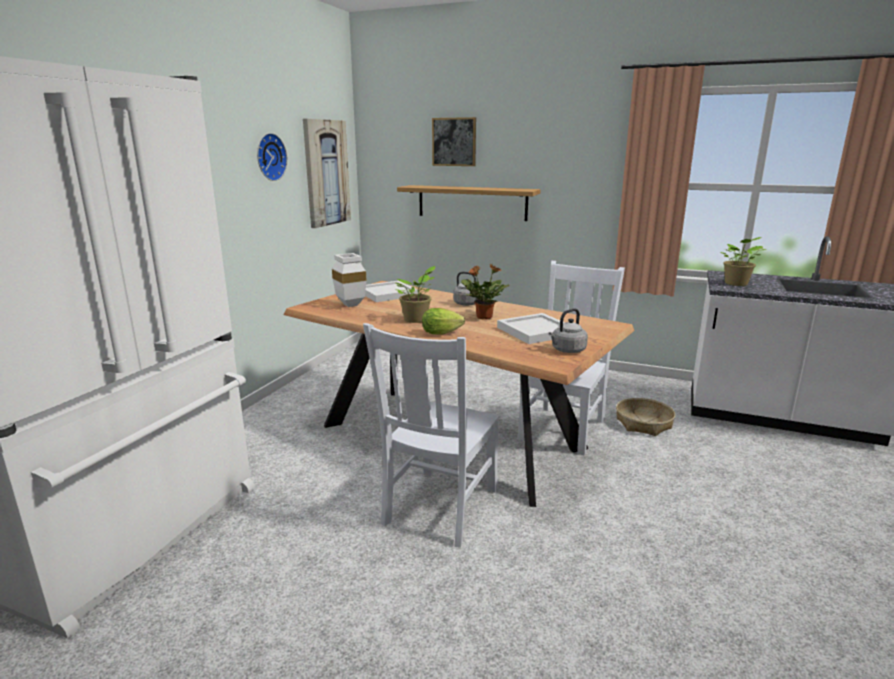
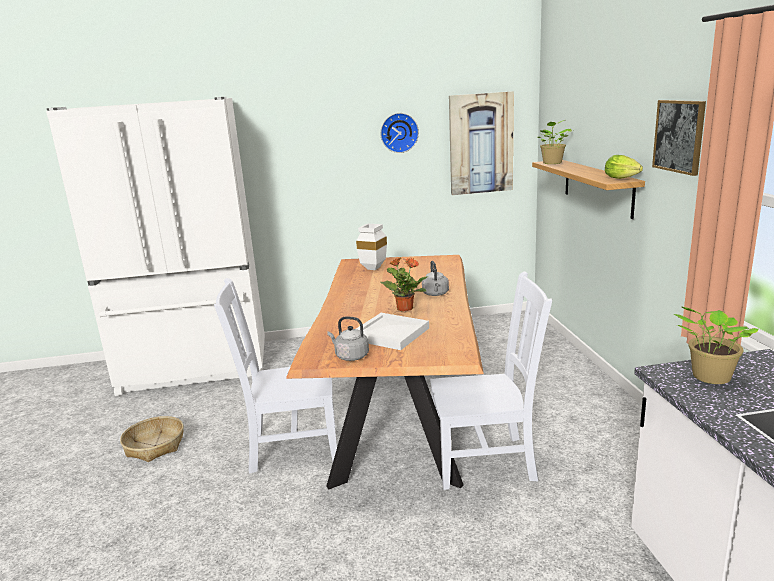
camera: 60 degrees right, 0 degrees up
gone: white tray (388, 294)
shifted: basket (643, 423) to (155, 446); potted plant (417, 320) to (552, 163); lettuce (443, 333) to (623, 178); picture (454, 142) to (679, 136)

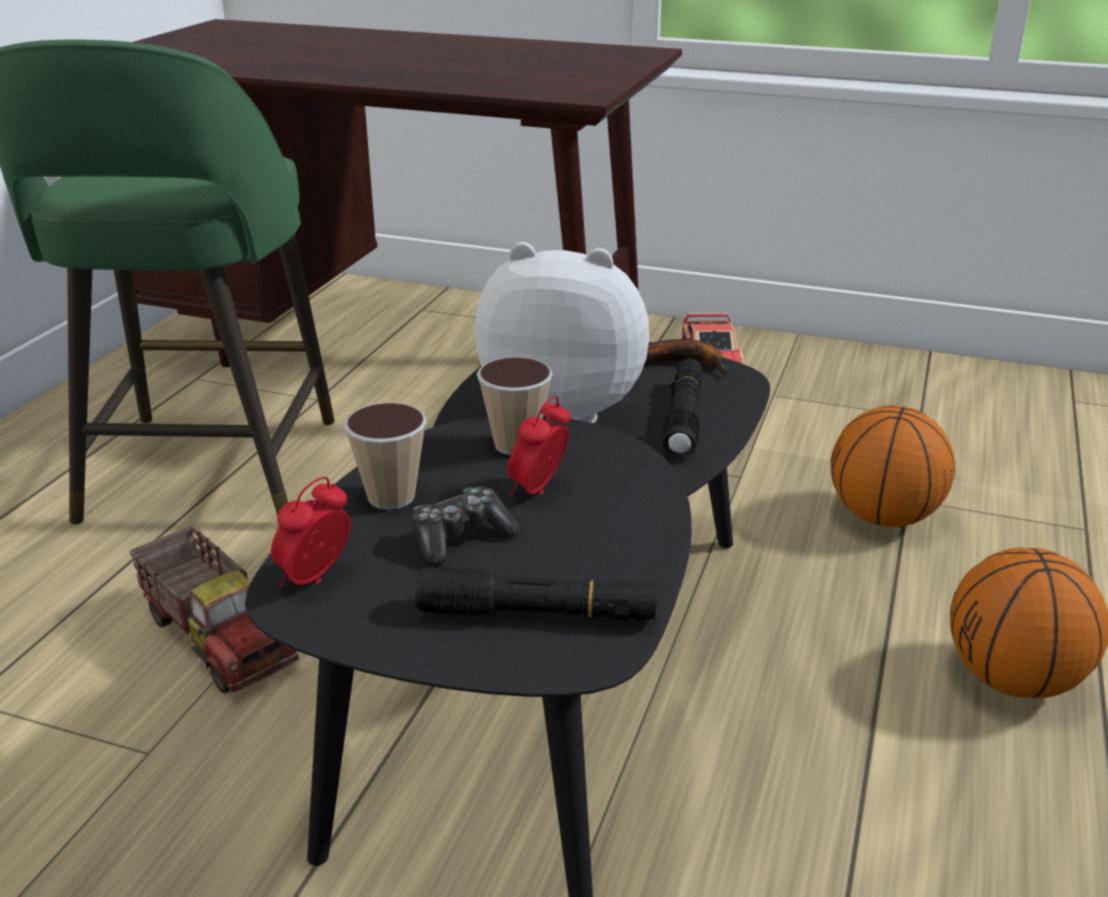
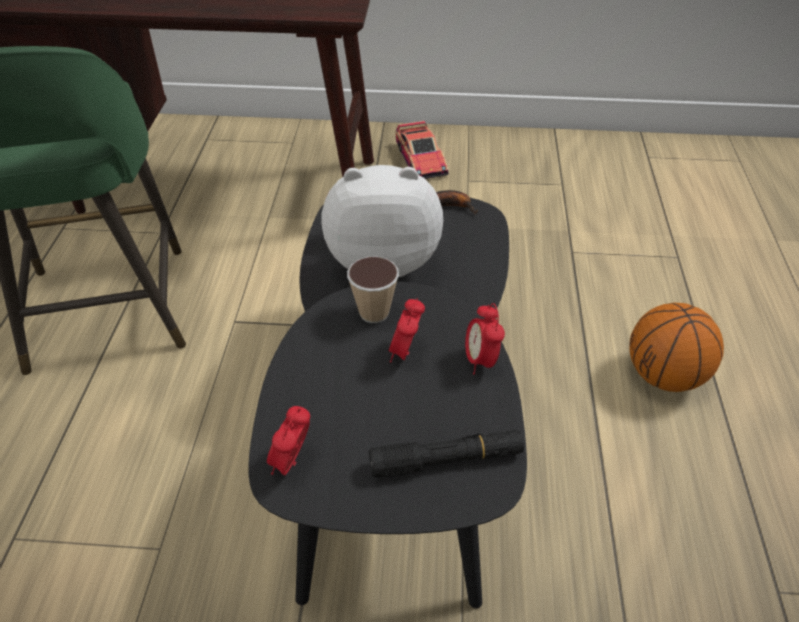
camera: 15 degrees left, 15 degrees up
gone: toy truck (220, 638); cup (391, 497); game controller (460, 538); black flashlight (683, 419); basketball (883, 517)
new: alarm clock (481, 360)

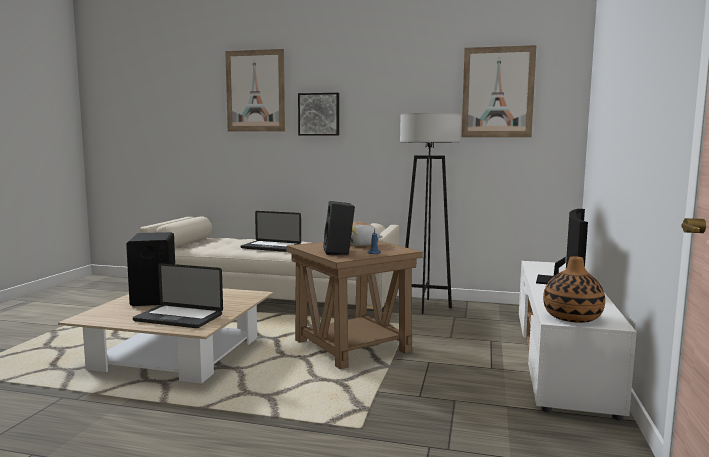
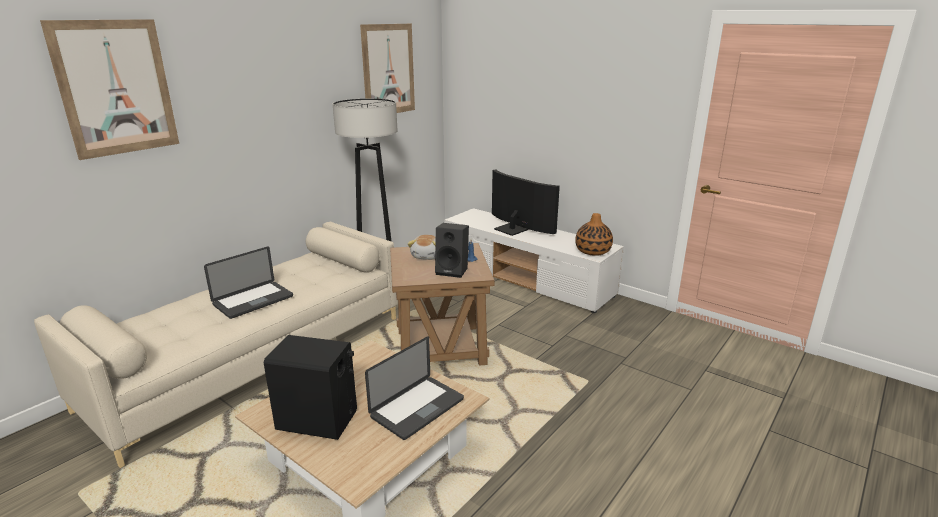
camera: 65 degrees left, 15 degrees up
gone: picture (319, 114)

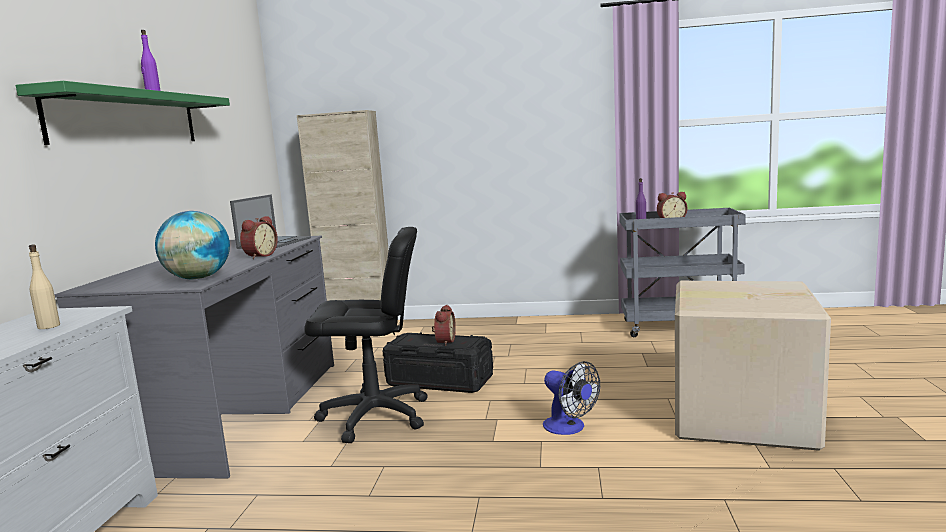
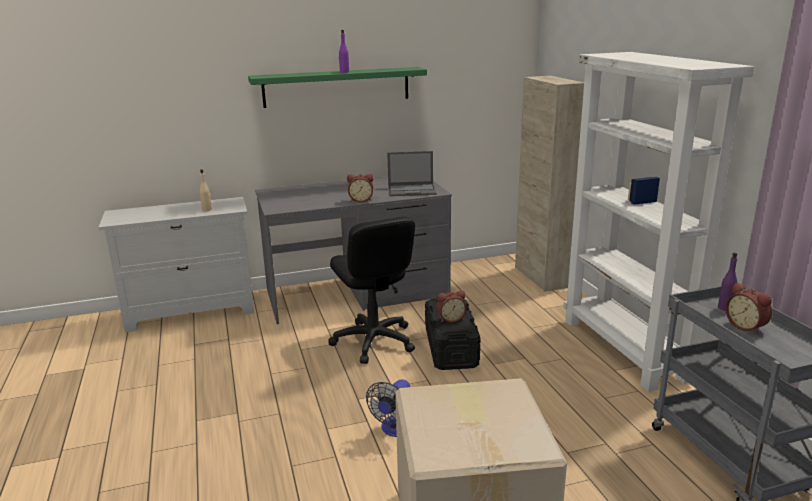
camera: 65 degrees right, 10 degrees up
gone: globe (198, 278)
new: white bookcase (625, 349)

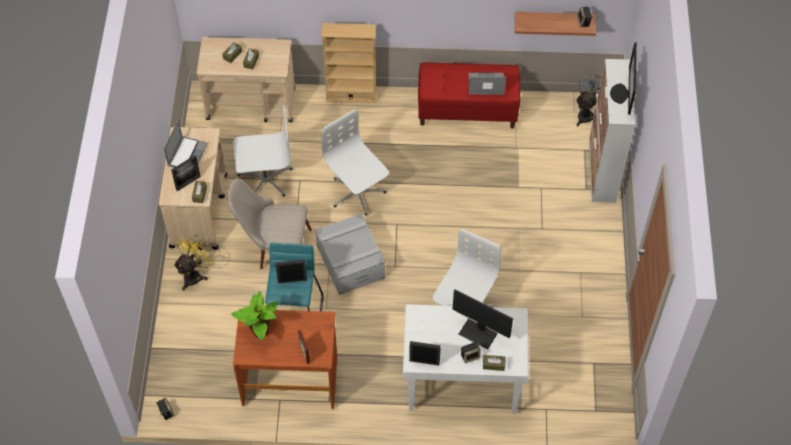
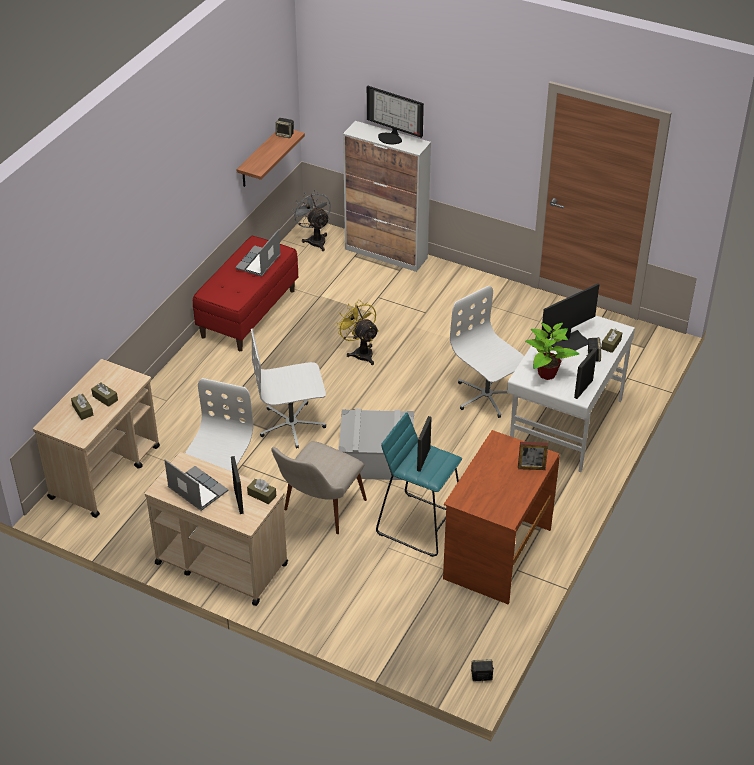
camera: 65 degrees left, 15 degrees down
gone: beige bookcase (351, 95)
shifted: yellow fan (195, 274) to (360, 352); potted plant (260, 330) to (546, 373)

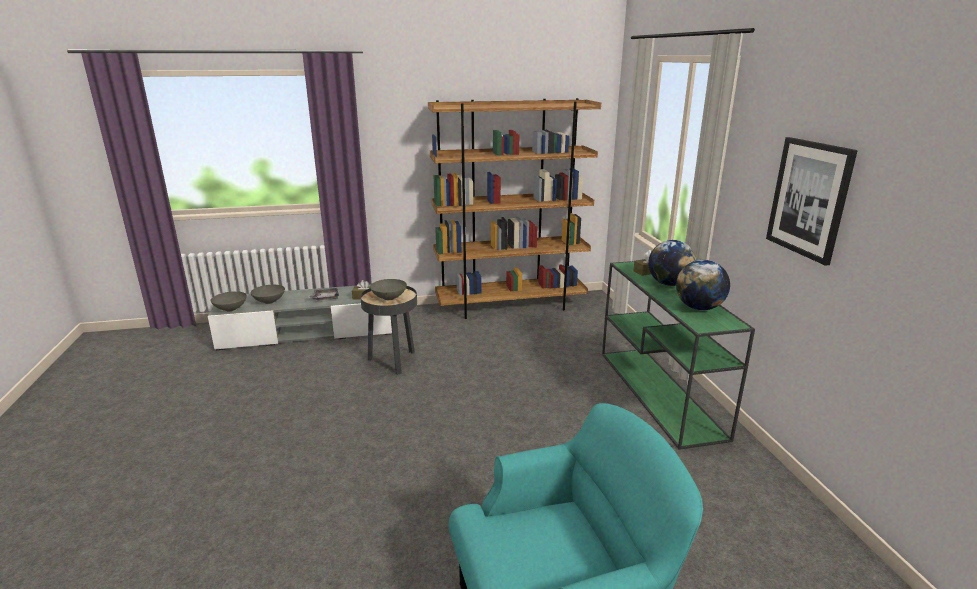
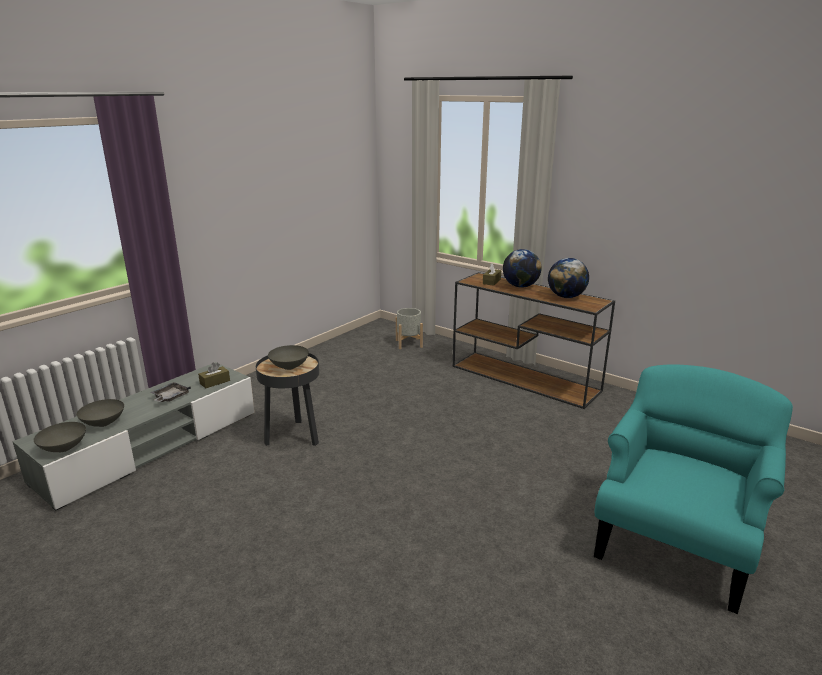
camera: 40 degrees left, 0 degrees up
gone: brown bookcase (511, 306); picture (809, 199)
new: grey planter (408, 343)
repainted: green console table (660, 393) to brown console table (525, 378)

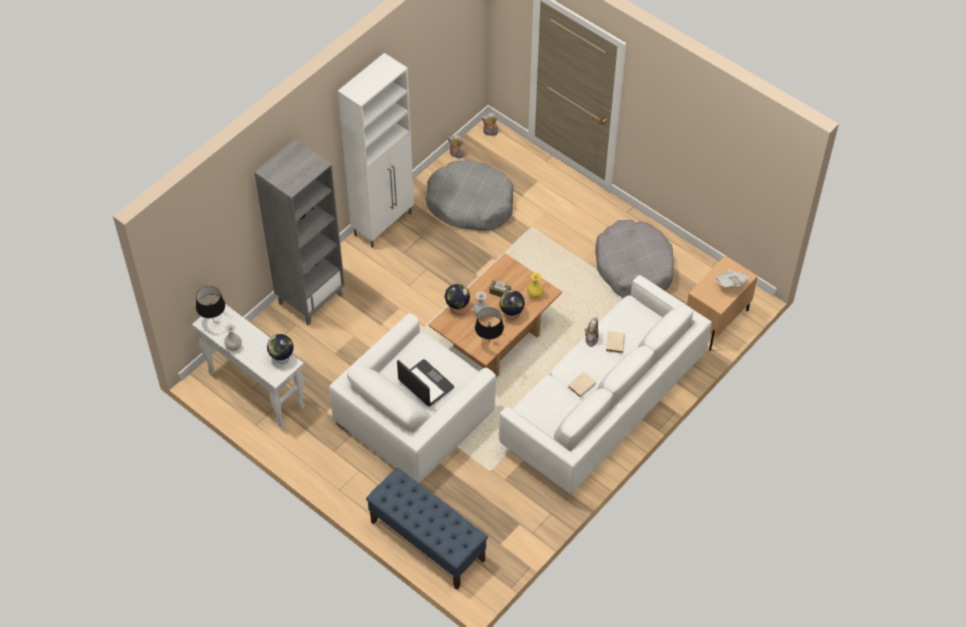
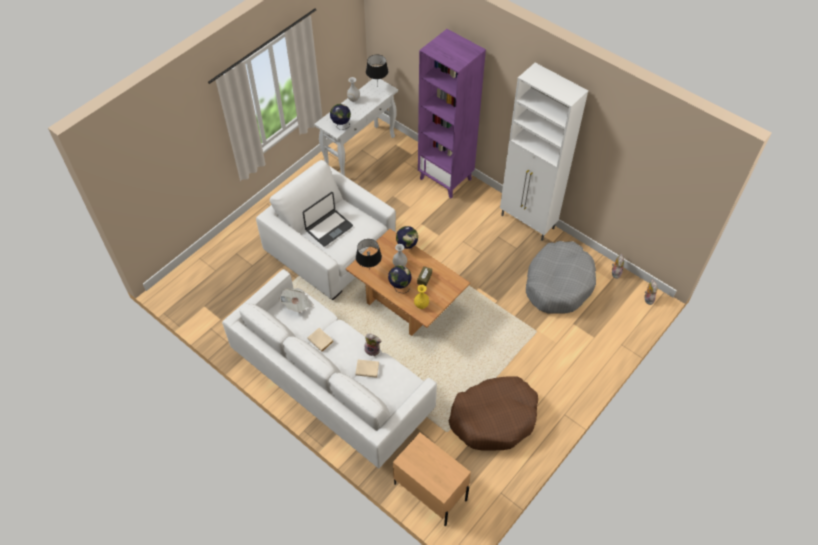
camera: 90 degrees right, 0 degrees up
gone: blue bench (427, 541)
shifted: newspaper (730, 283) to (297, 305)
repainted: grey bookcase (310, 298) to purple bookcase (446, 179); grey dog bed (634, 268) to brown dog bed (494, 418)

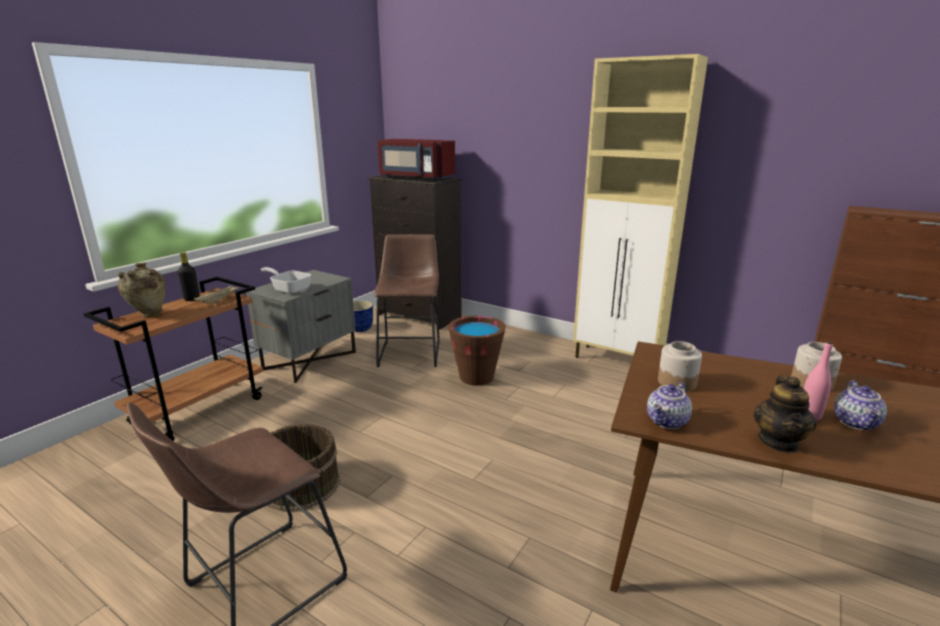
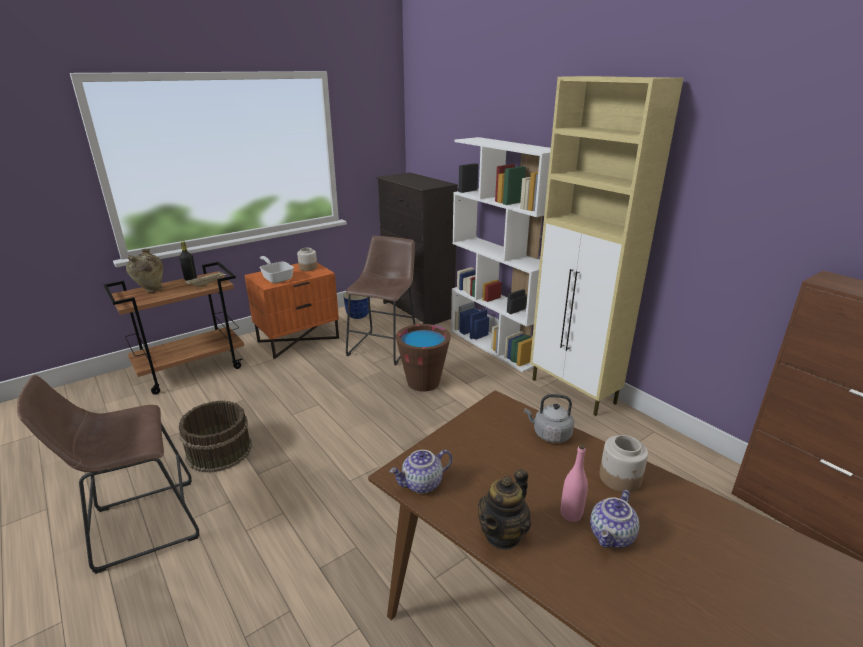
camera: 20 degrees right, 5 degrees up
gone: red microwave (415, 178)
new: white bookcase (495, 346); grey kettle (549, 434)
shifted: jar (677, 382) to (308, 268)
repainted: grey nightstand (309, 360) to orange nightstand (298, 339)

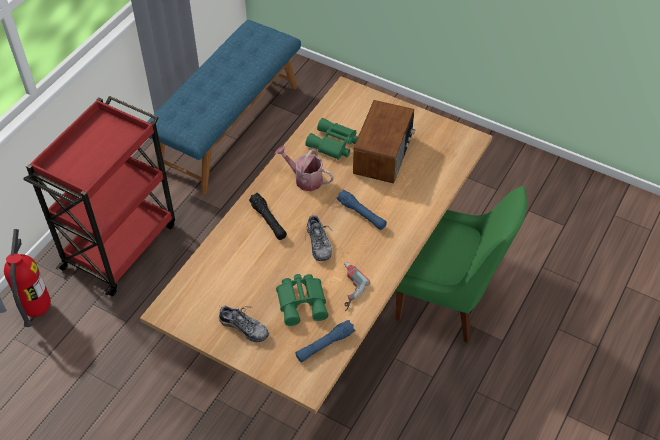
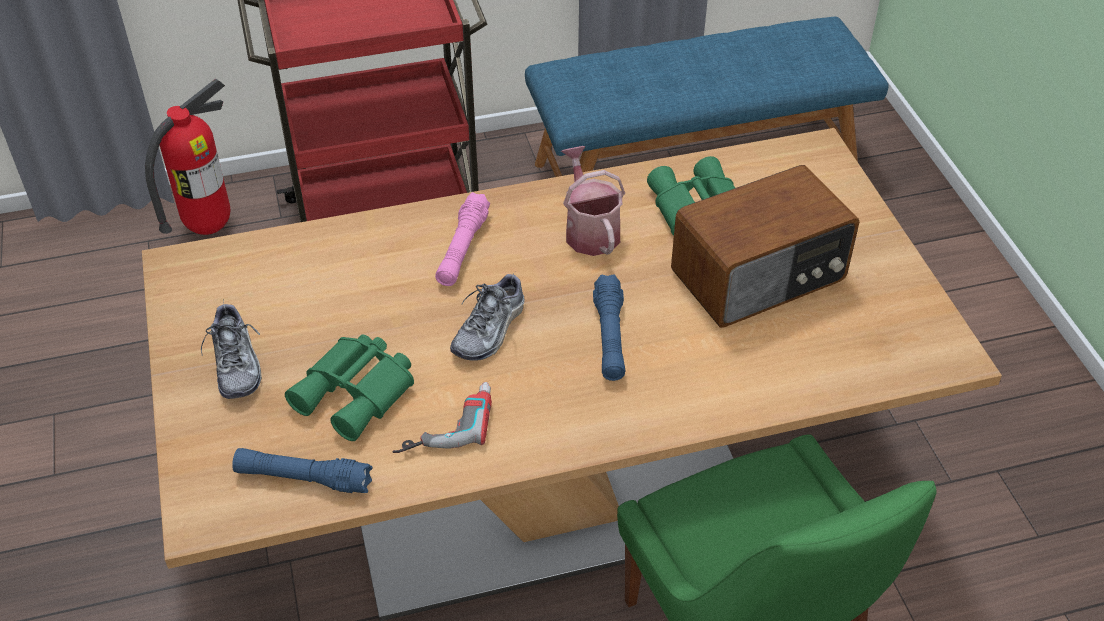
camera: 45 degrees right, 5 degrees down
repainted: black flashlight (268, 220) to pink flashlight (462, 249)

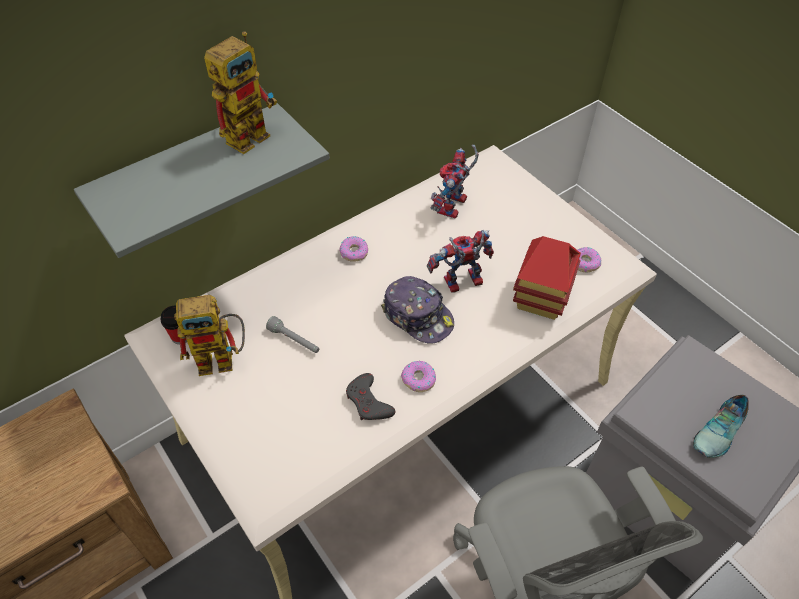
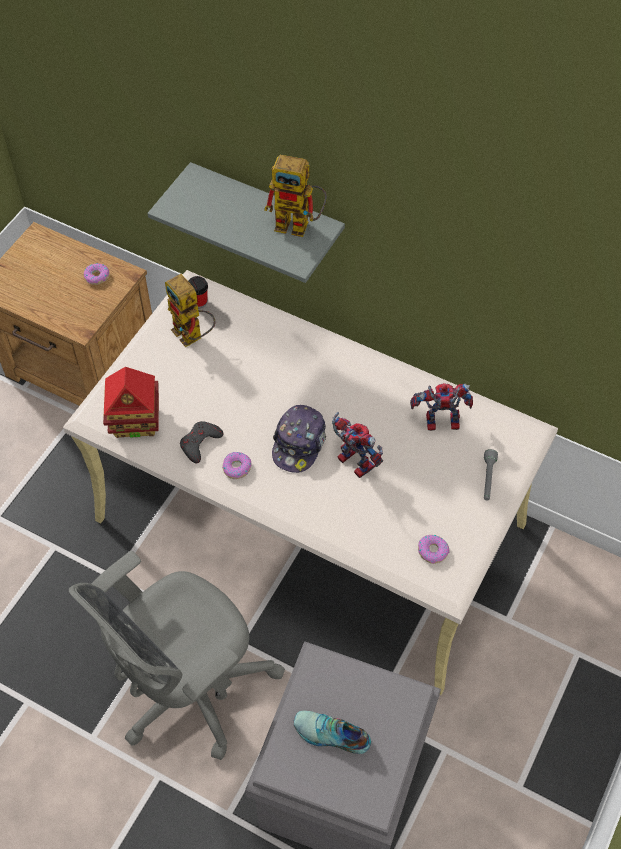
camera: 65 degrees right, 5 degrees up
shifted: donut (354, 252) to (97, 276); toy house (541, 298) to (135, 422); grey flashlight (294, 340) to (488, 479)

